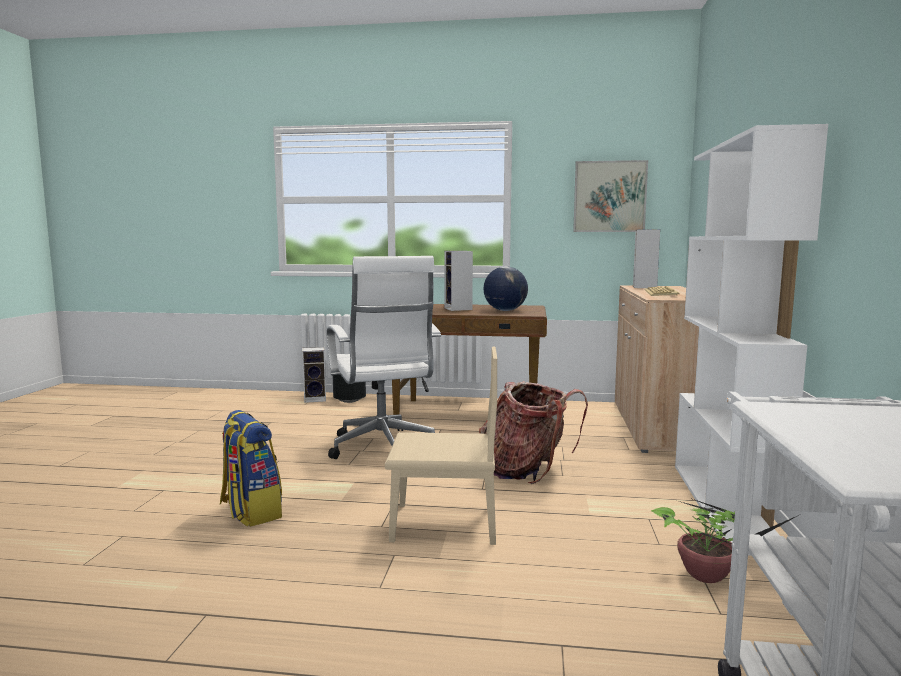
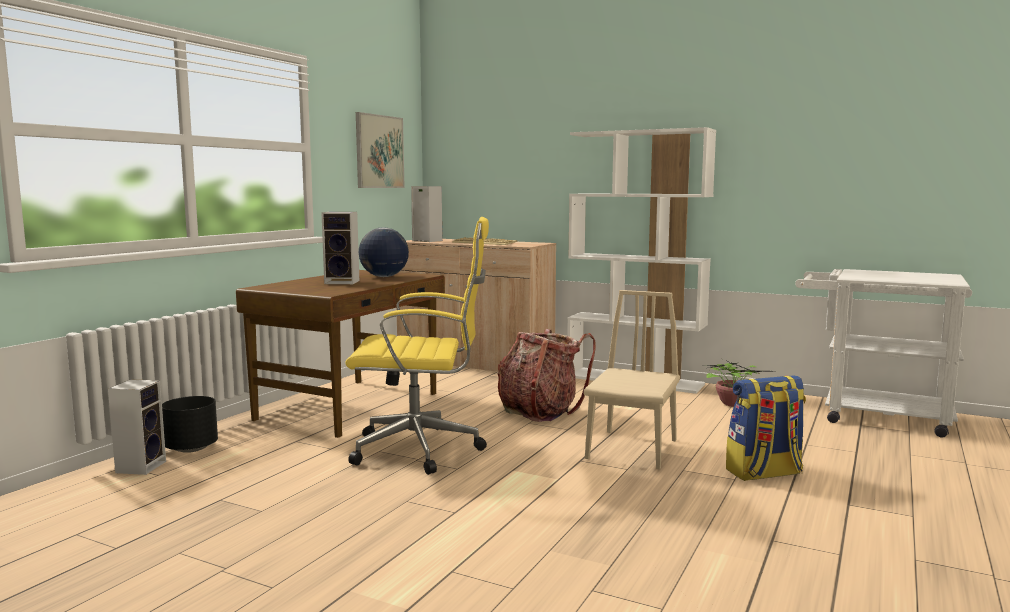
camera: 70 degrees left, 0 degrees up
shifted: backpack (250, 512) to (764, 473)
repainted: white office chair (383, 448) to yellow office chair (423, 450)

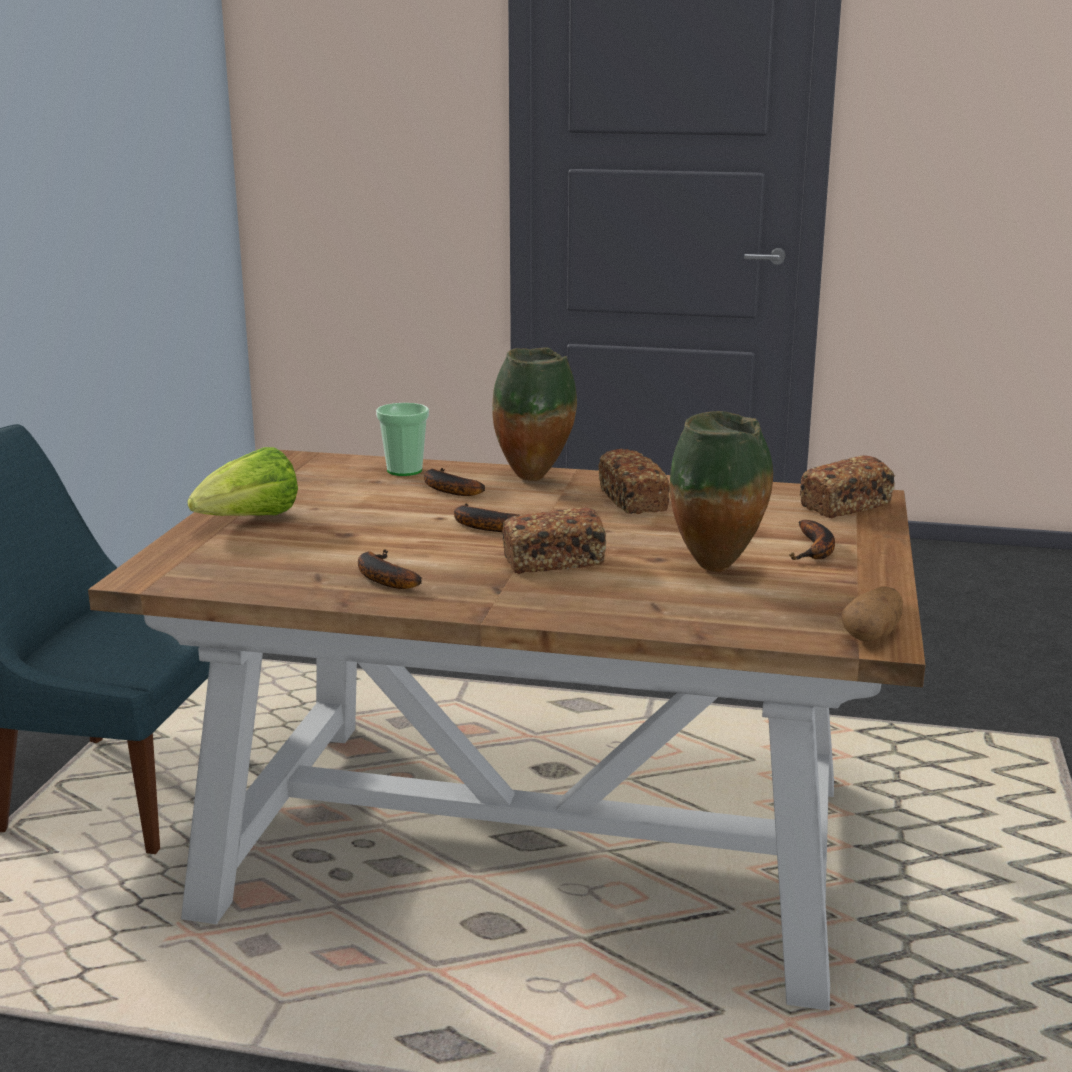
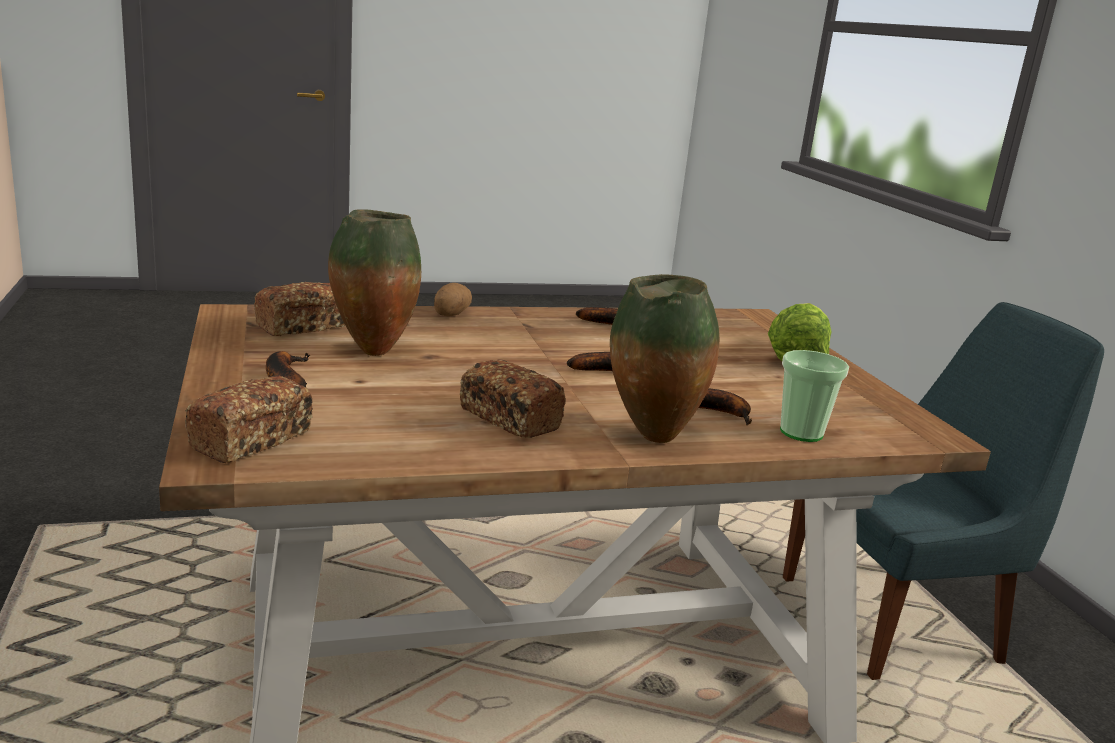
camera: 150 degrees right, 0 degrees up
shifted: bread (553, 562) to (302, 326); potato (872, 635) to (450, 314)

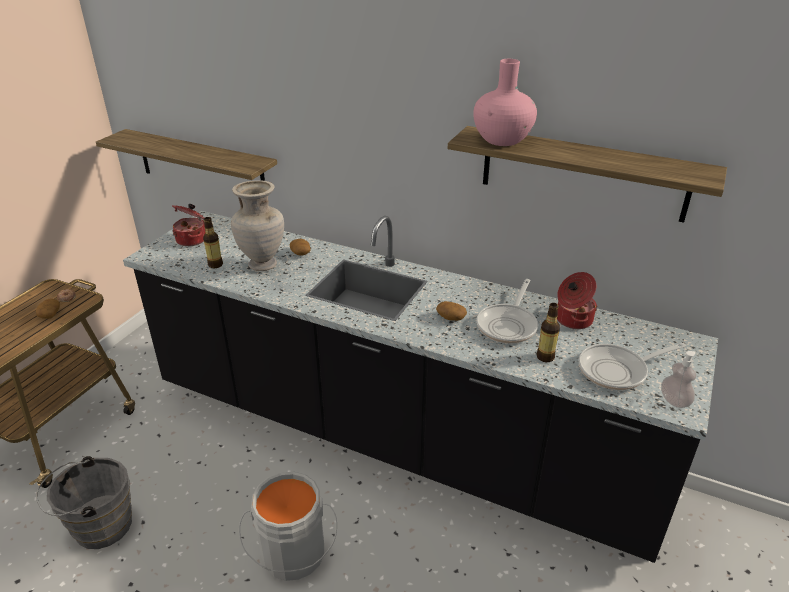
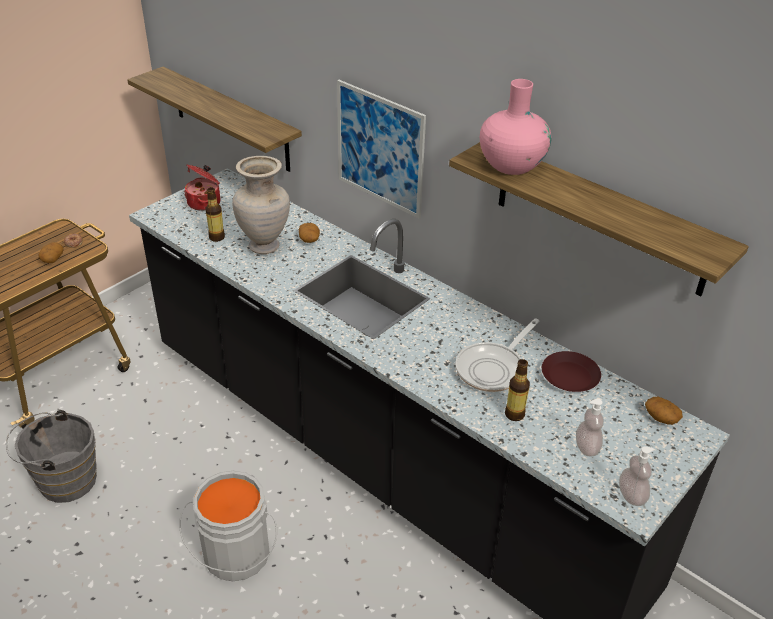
camera: 15 degrees right, 5 degrees up
new: picture (380, 148)
shifted: potato (450, 317) to (661, 417)
swapped: cooking pot (572, 319) to brown plate (569, 377); frying pan (617, 371) to soap dispenser (586, 447)

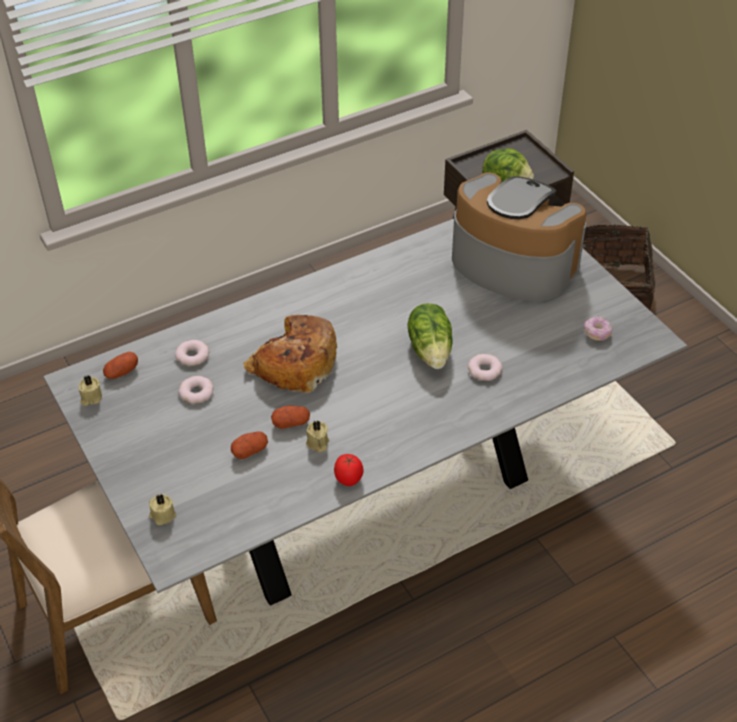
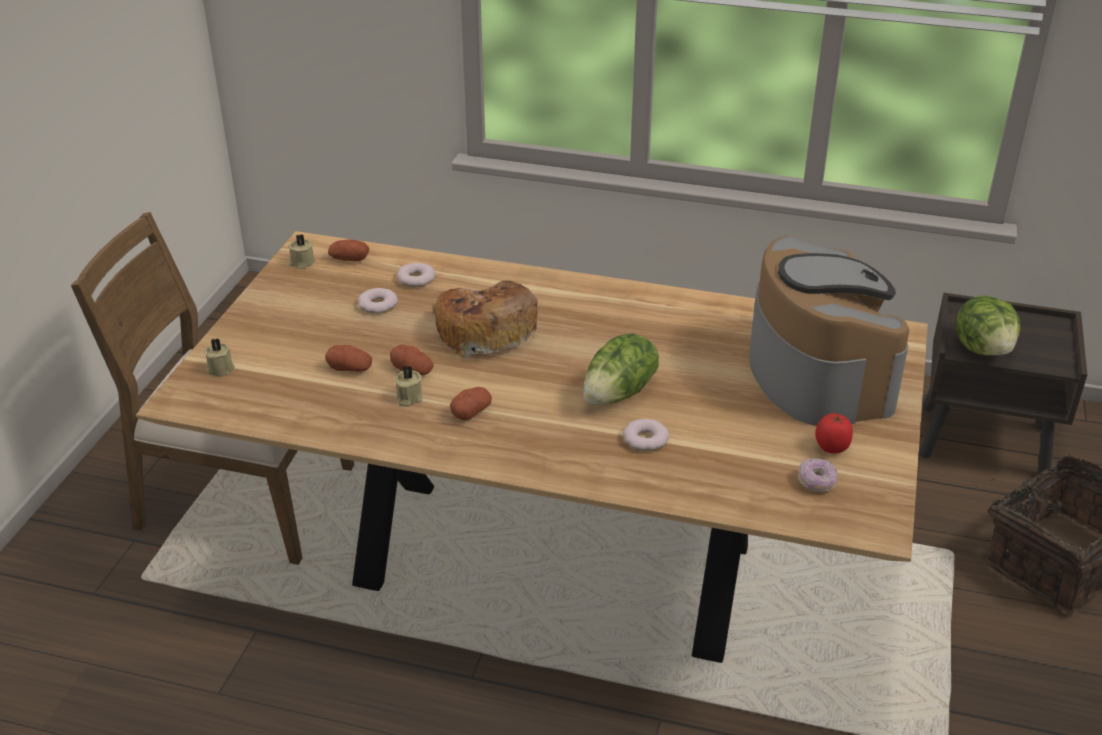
camera: 45 degrees right, 10 degrees down
new: potato (471, 412)
shifted: tomato (348, 479) to (832, 447)
repainted: grey dining table (369, 496) to brown dining table (551, 565)

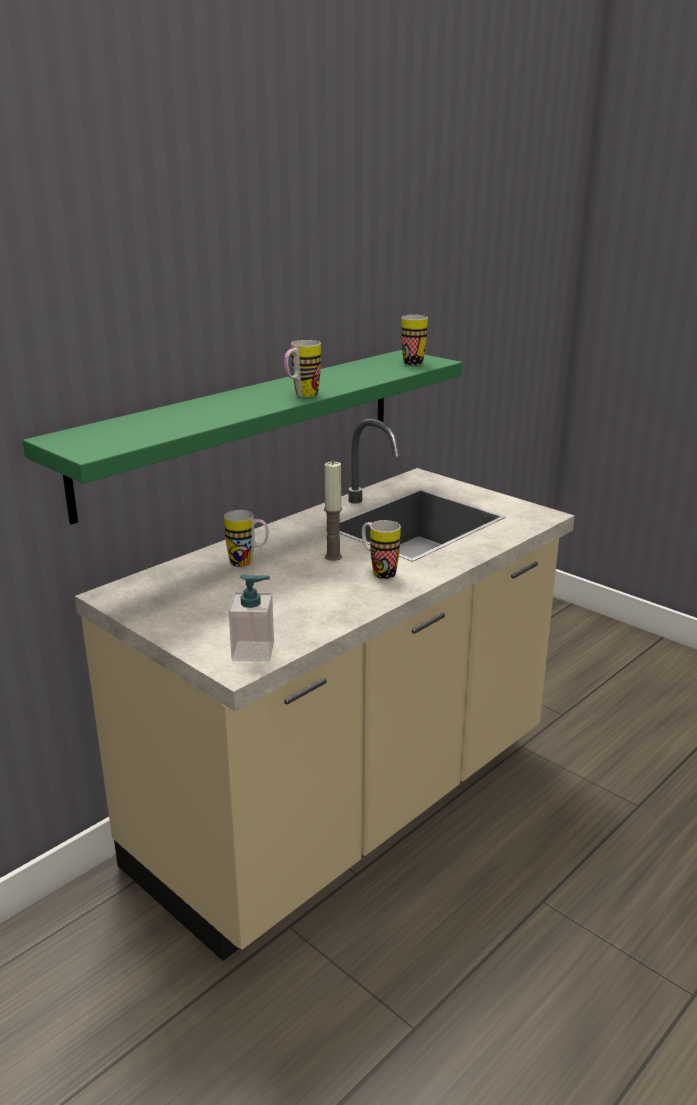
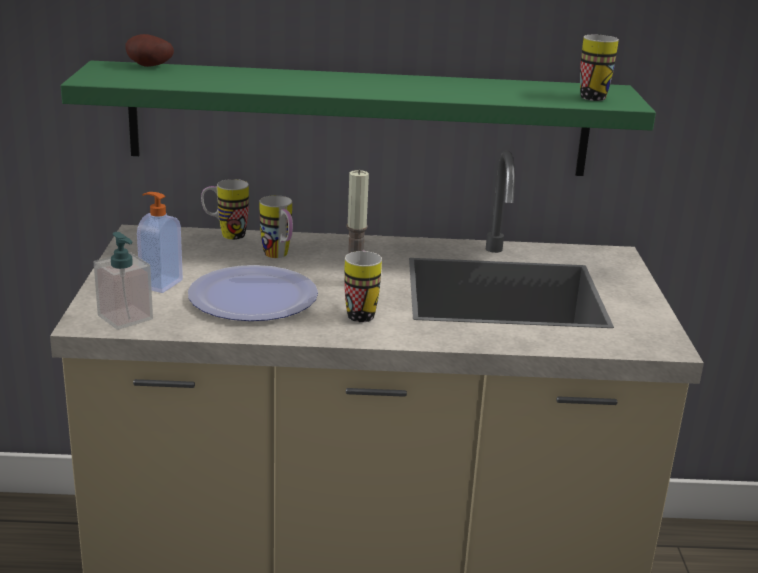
camera: 45 degrees right, 0 degrees up
new: potato (148, 66); soap dispenser (160, 284); plate (253, 296)
shifted: mug (301, 396) to (225, 235)

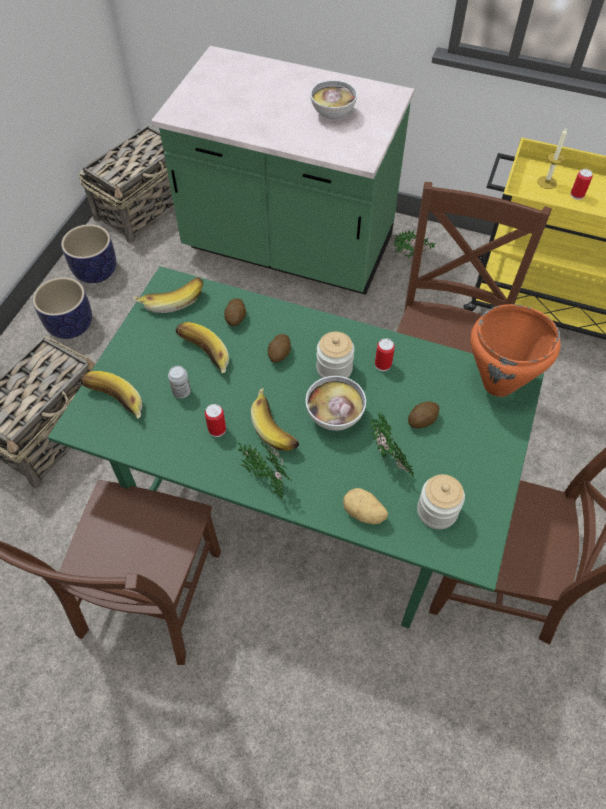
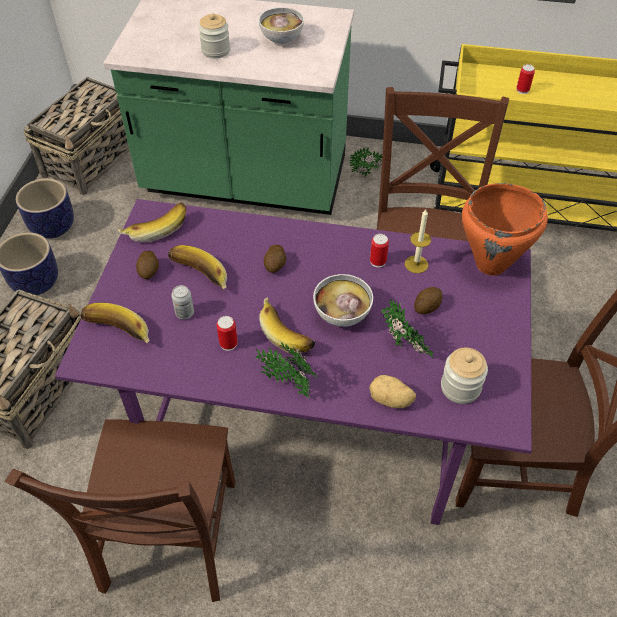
camera: 10 degrees left, 5 degrees down
shifted: potato (236, 318) to (149, 271); jar (334, 369) to (216, 50); candle (547, 182) to (416, 264)
repainted: green dining table (300, 499) to purple dining table (306, 418)

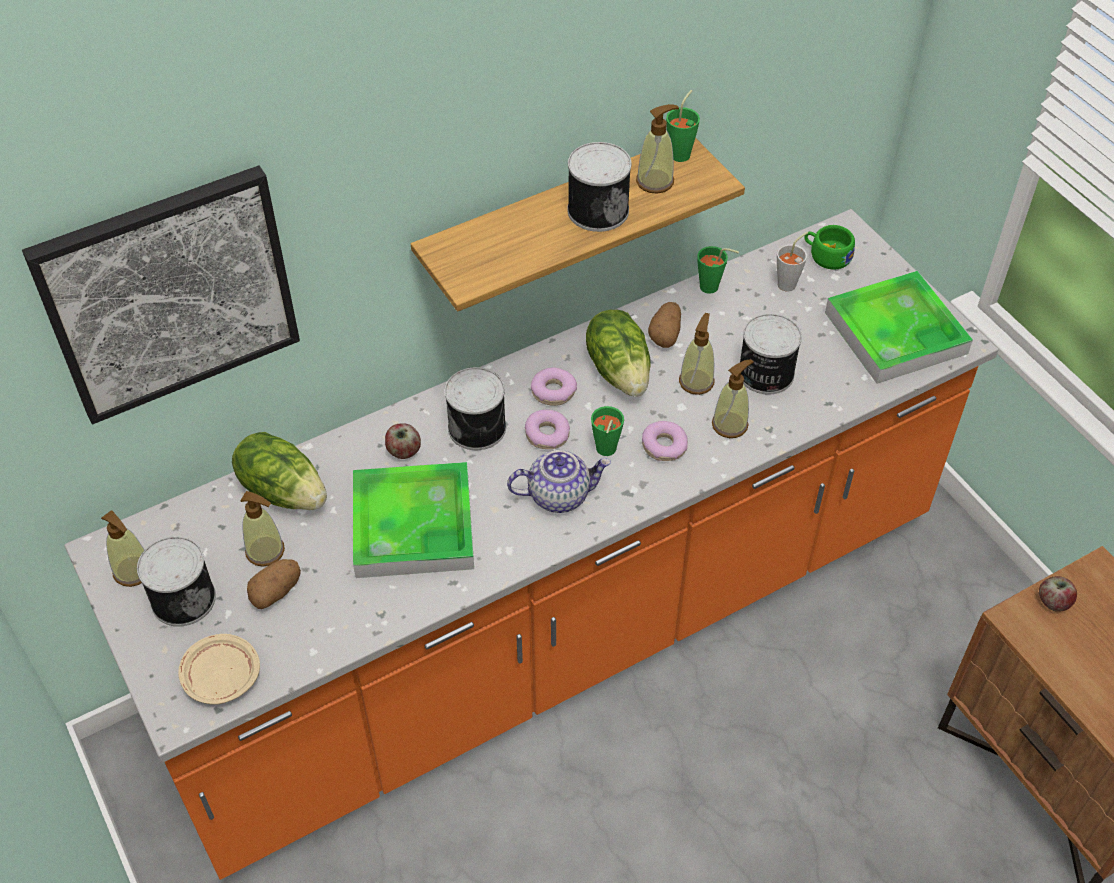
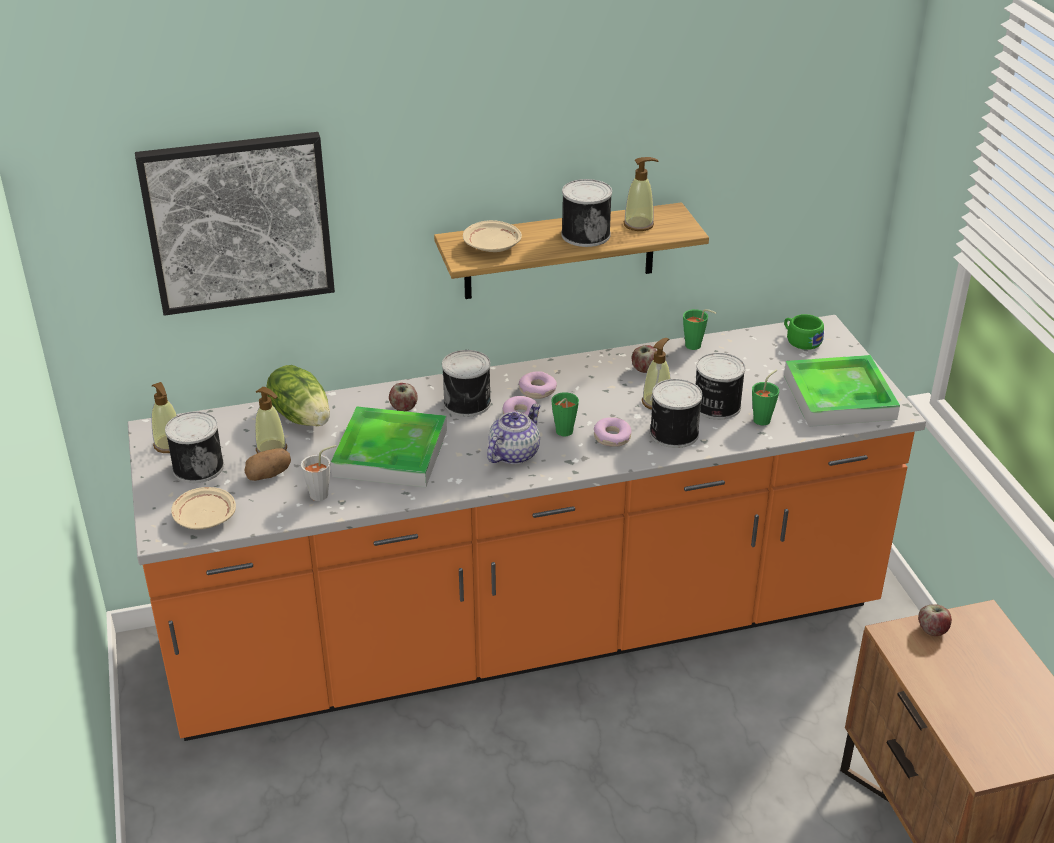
camera: 15 degrees right, 15 degrees down
gone: lettuce (620, 370)
new: beige plate (492, 246)
shifted: grey cup (790, 282) to (323, 494); green cup (682, 152) to (764, 418)
swapped: potato (665, 334) to apple (644, 369); soap dispenser (730, 424) to can (672, 433)
rotated: teapot (559, 494) = (514, 453) 60 degrees counterclockwise

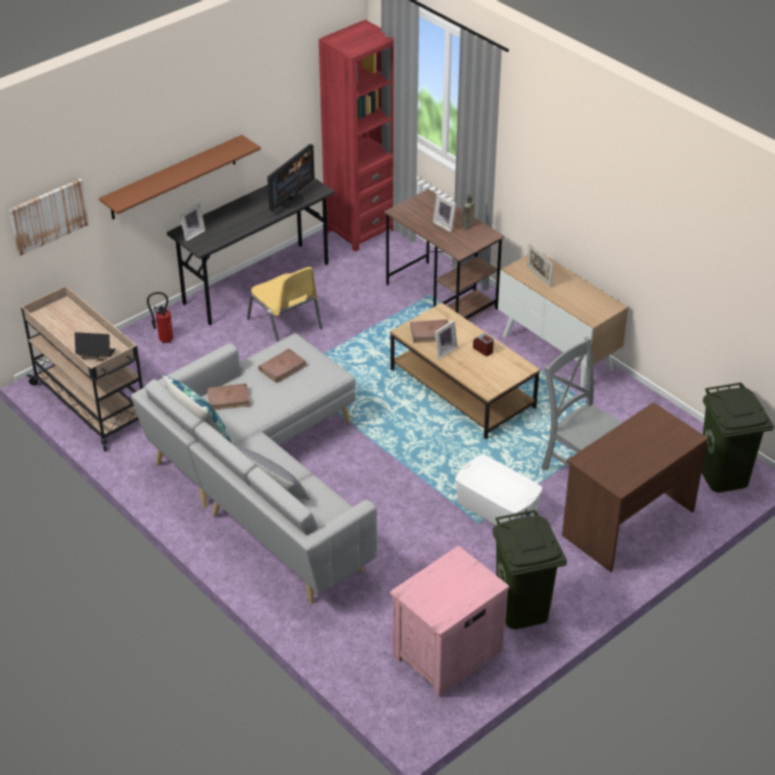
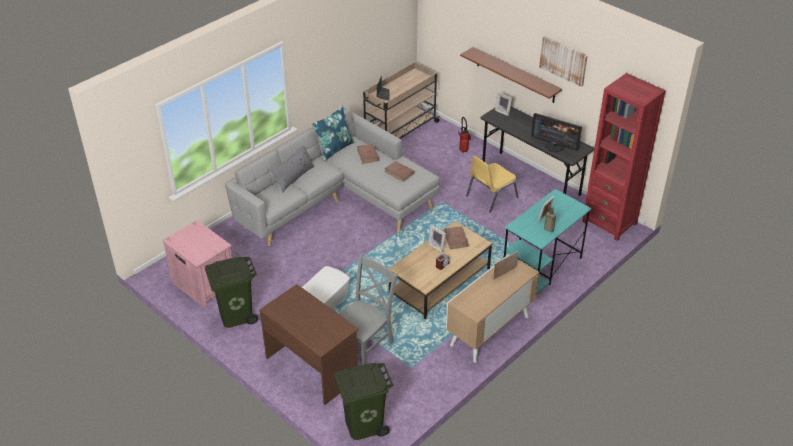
camera: 85 degrees right, 0 degrees up
shifted: picture (48, 216) to (563, 60)
repainted: brown desk (442, 296) to turquoise desk (541, 267)

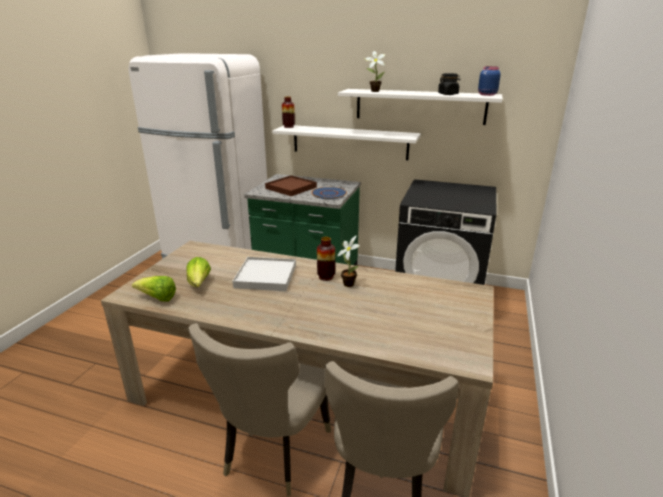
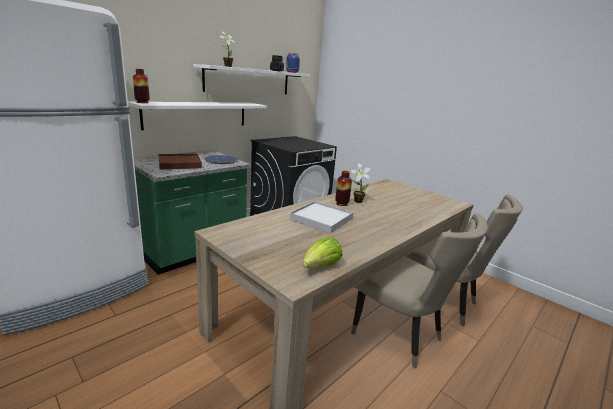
camera: 65 degrees left, 5 degrees down
gone: lettuce (199, 284)

